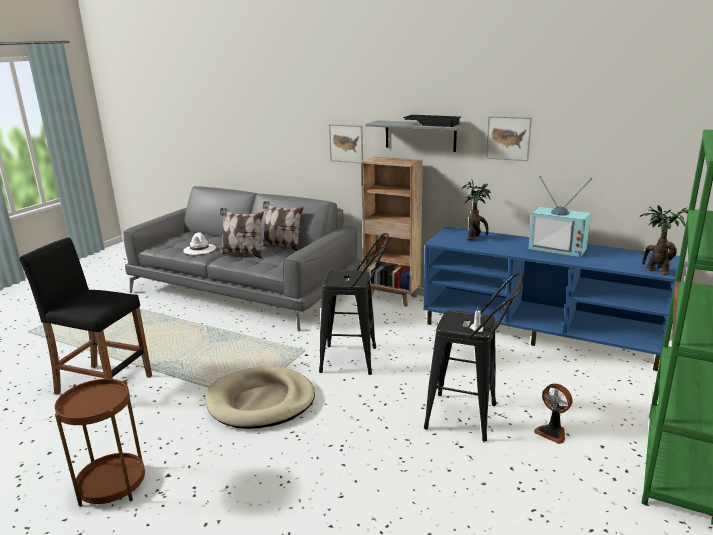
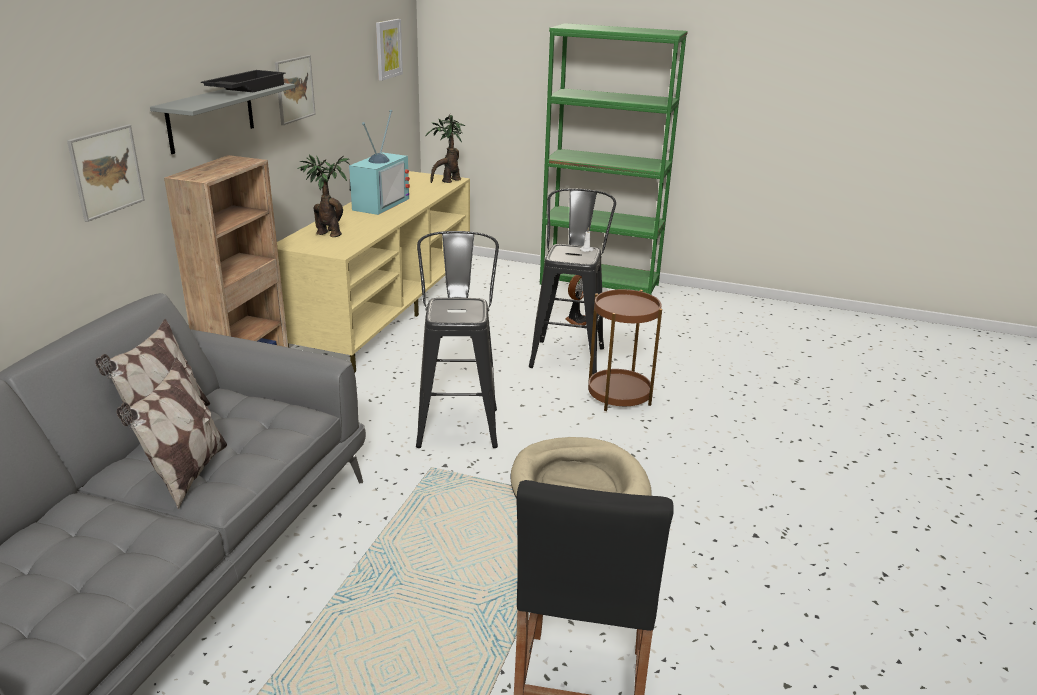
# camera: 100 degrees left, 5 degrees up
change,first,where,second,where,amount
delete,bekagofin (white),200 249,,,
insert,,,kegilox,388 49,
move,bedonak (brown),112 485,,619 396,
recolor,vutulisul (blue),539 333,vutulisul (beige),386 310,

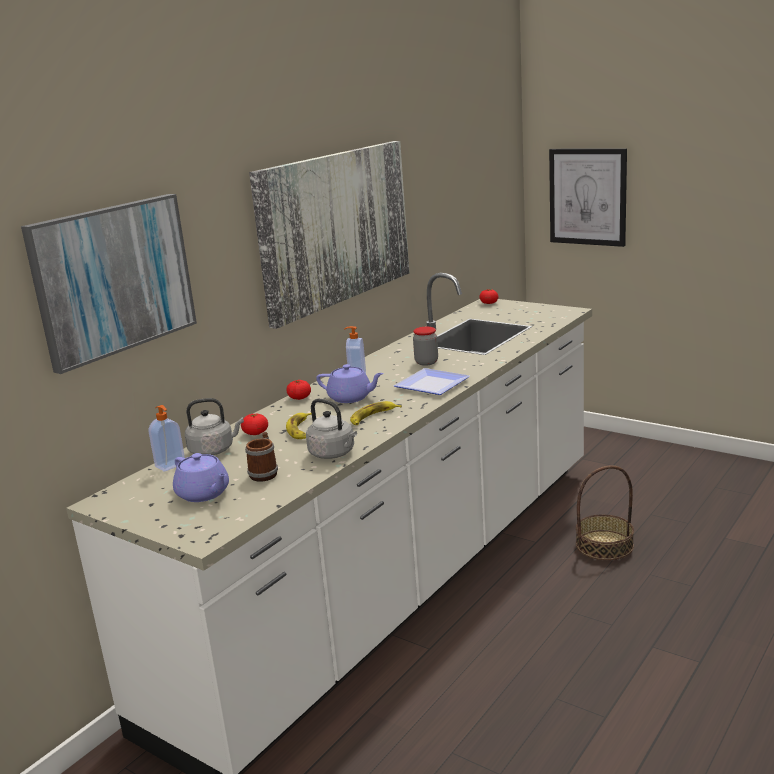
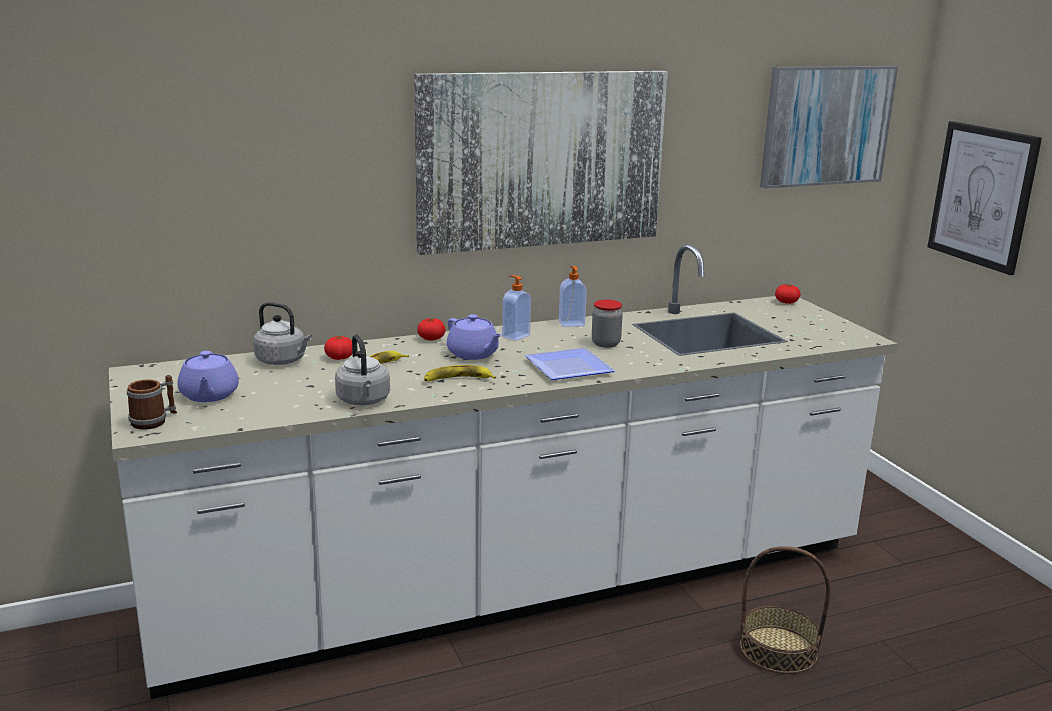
# camera: 30 degrees right, 0 degrees up
change,first,where,second,where,amount
move,kegilox,113 279,,826 125,
move,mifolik,171 465,,572 324,
move,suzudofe,265 473,,154 421,

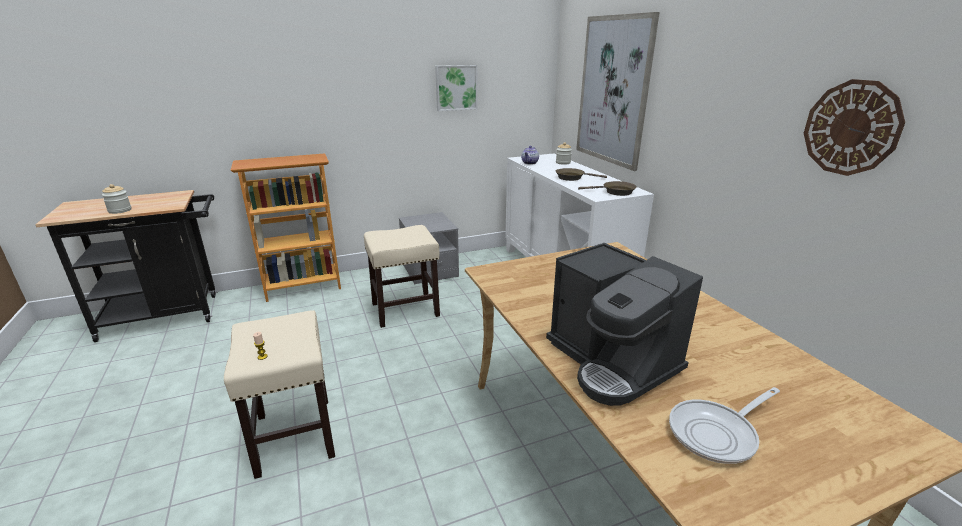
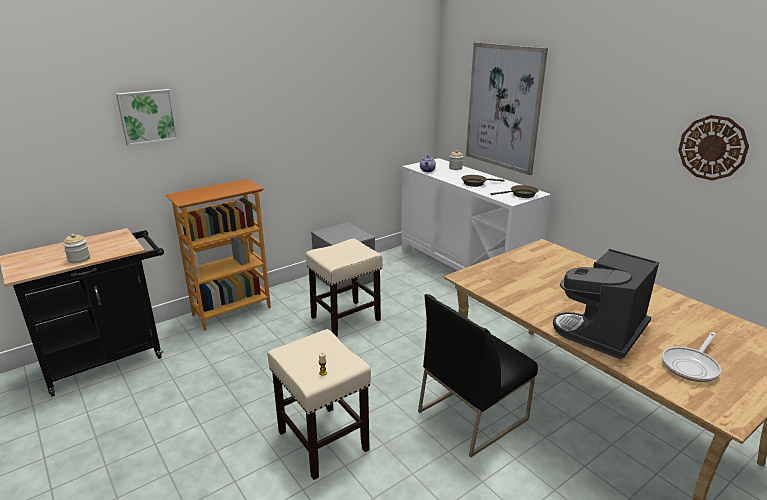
# camera: 15 degrees left, 0 degrees up
change,first,where,second,where,amount
insert,,,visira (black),472 414,
move,kegilox,456 87,,147 116,
rotate,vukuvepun,612 362,,603 332,90 degrees clockwise

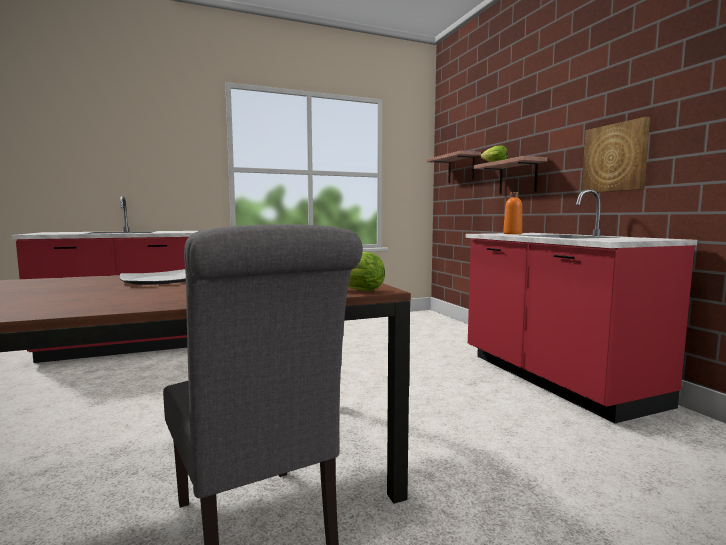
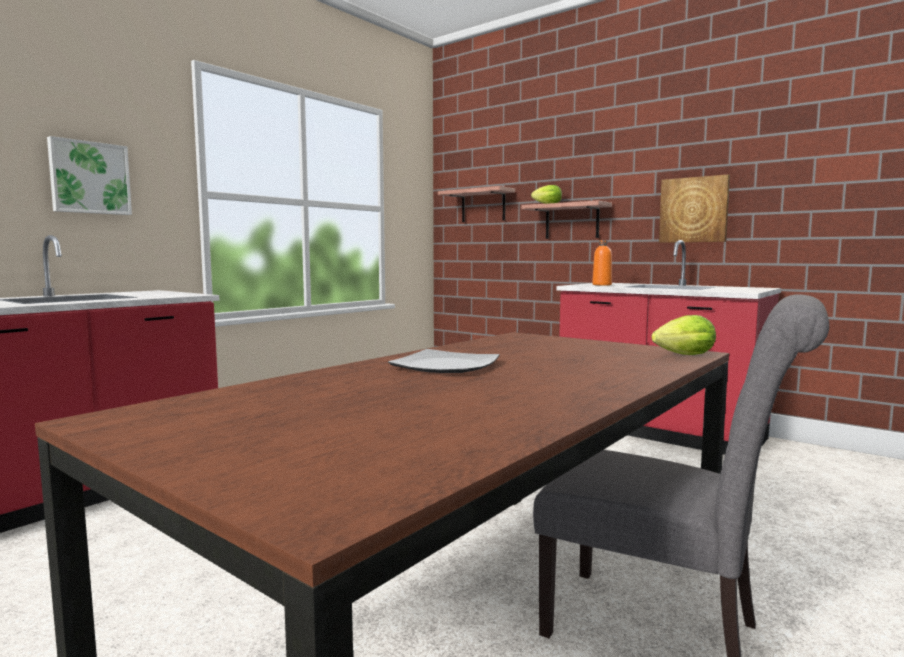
# camera: 30 degrees left, 0 degrees up
change,first,where,second,where,amount
insert,,,kegilox,89 178,

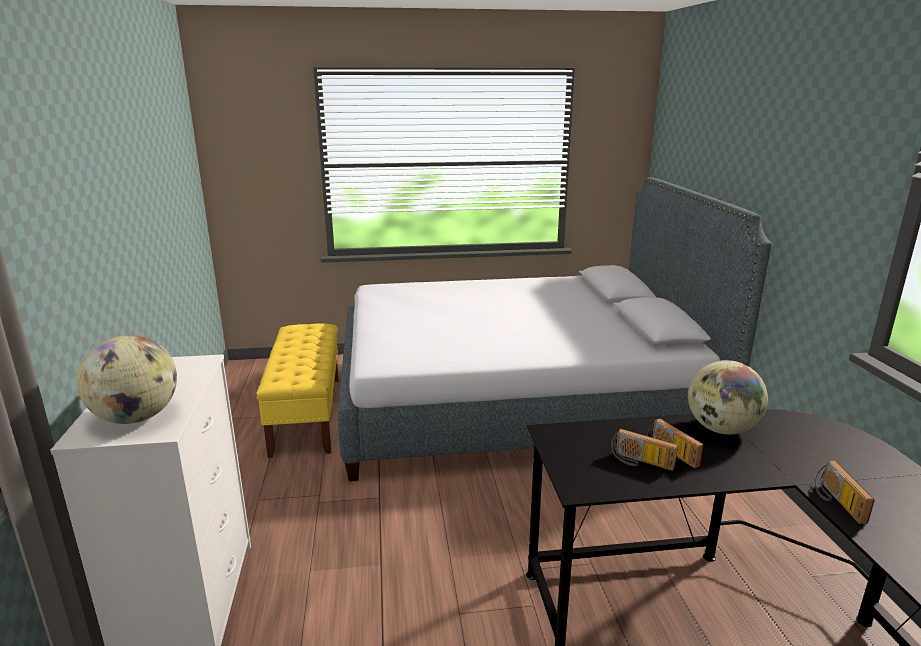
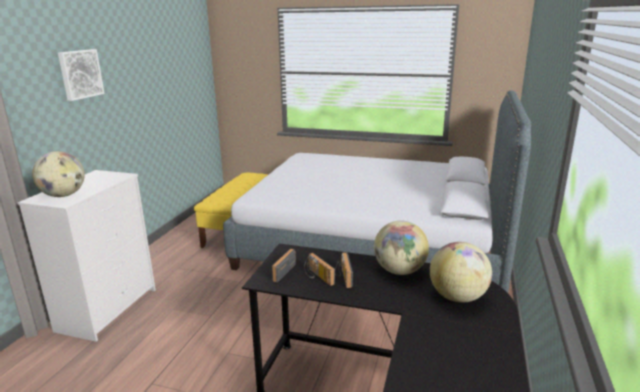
# camera: 25 degrees right, 0 degrees up
change,first,where,second,where,amount
insert,,,kegilox,80 74,
insert,,,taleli,457 297,
move,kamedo,836 501,,281 271,

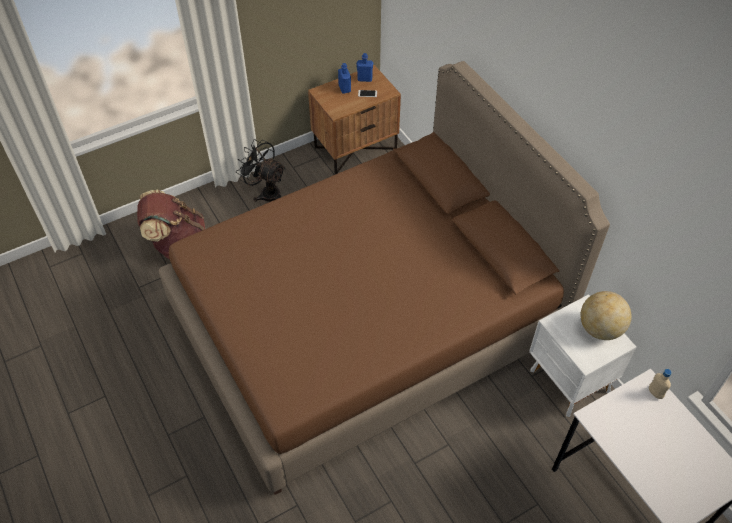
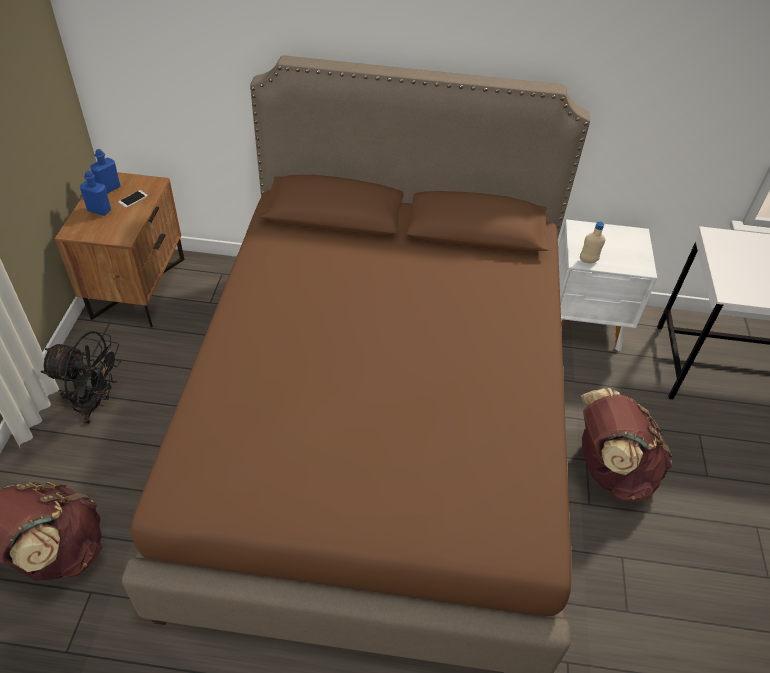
# camera: 55 degrees left, 5 degrees down
change,first,where,second,where,amount
delete,taleli,600 329,,,
insert,,,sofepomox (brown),610 470,
move,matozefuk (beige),655 393,,588 260,
rotate,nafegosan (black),266 193,,95 404,150 degrees counterclockwise

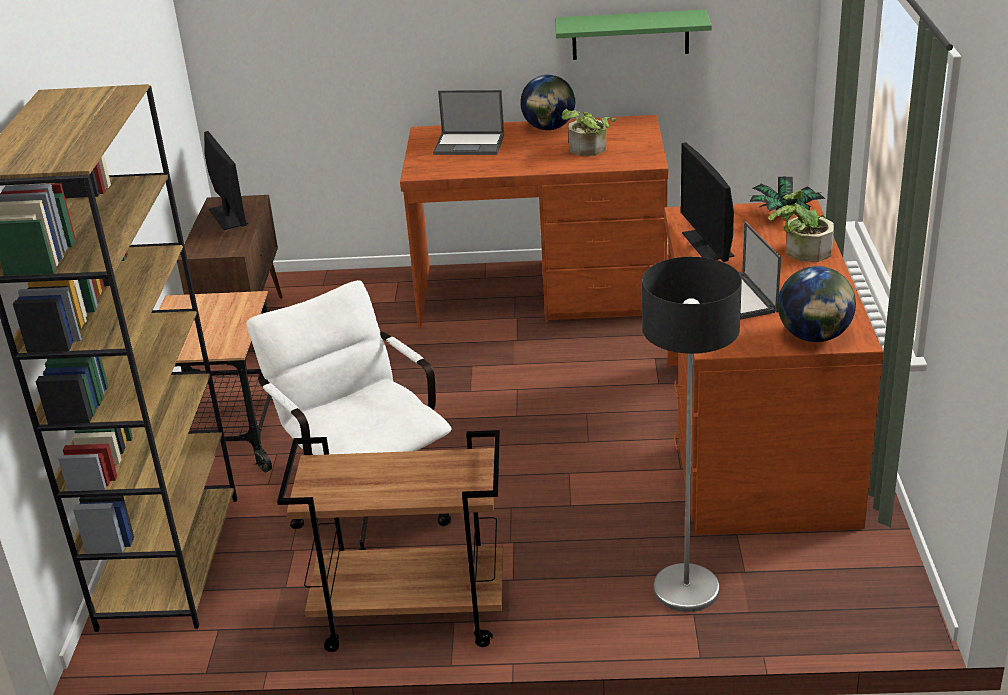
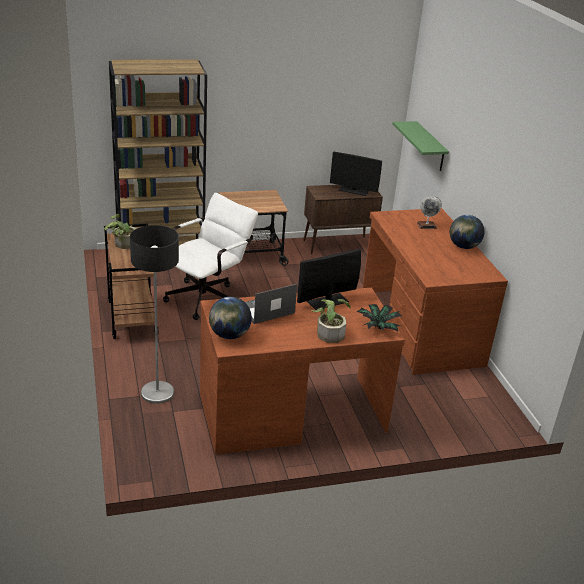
# camera: 70 degrees right, 0 degrees up
change,first,where,second,where,amount
move,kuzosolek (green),630 35,,430 147,
move,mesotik,588 151,,122 244,
replace,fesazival,470 144,taleli,427 225,
rotate,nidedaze,228 216,,353 190,60 degrees clockwise

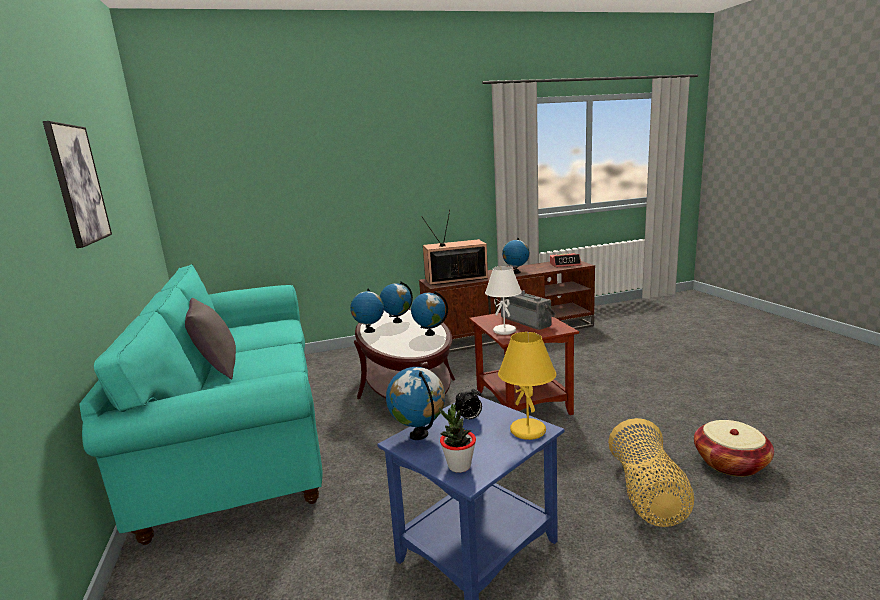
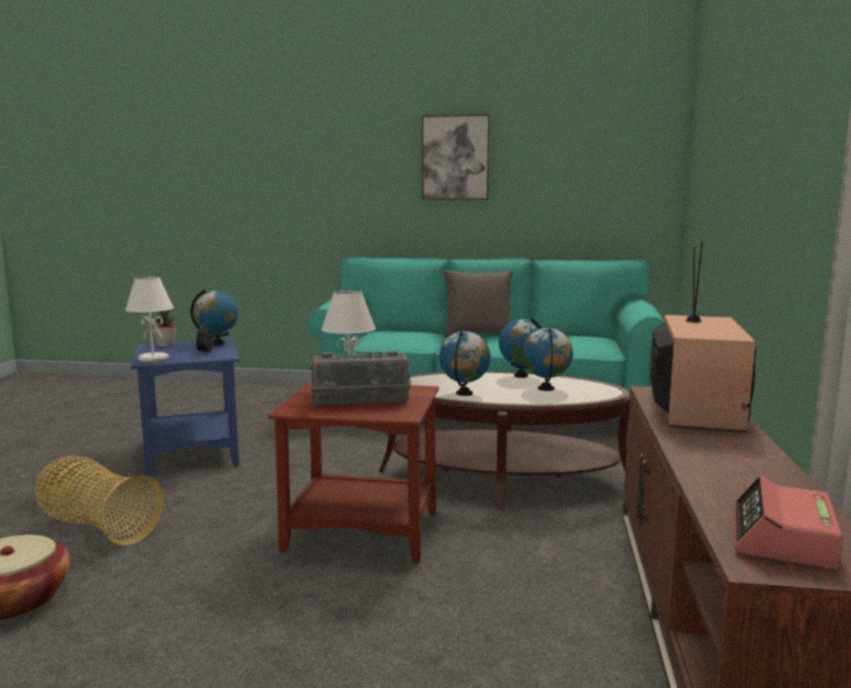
# camera: 115 degrees right, 5 degrees down
change,first,where,second,where,amount
delete,taleli,516 272,,,
recolor,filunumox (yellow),528 431,filunumox (white),152 359,

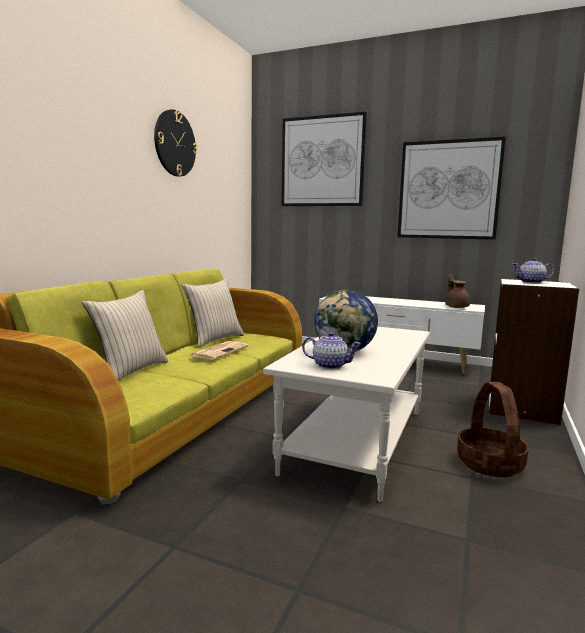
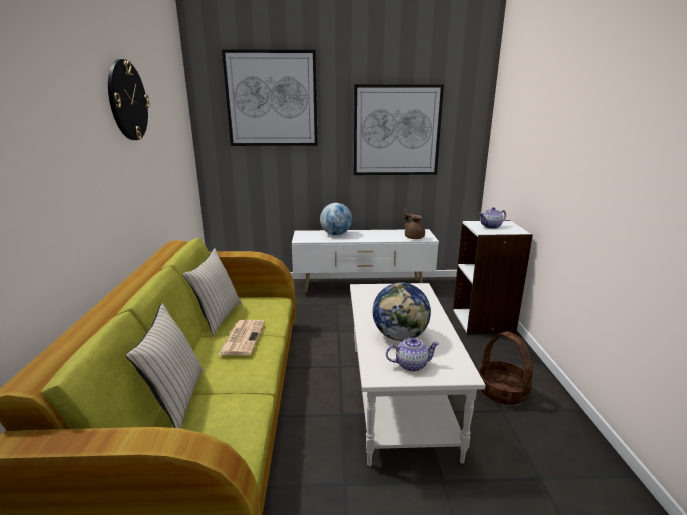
# camera: 25 degrees left, 10 degrees up
change,first,where,second,where,amount
insert,,,taleli,336 234,

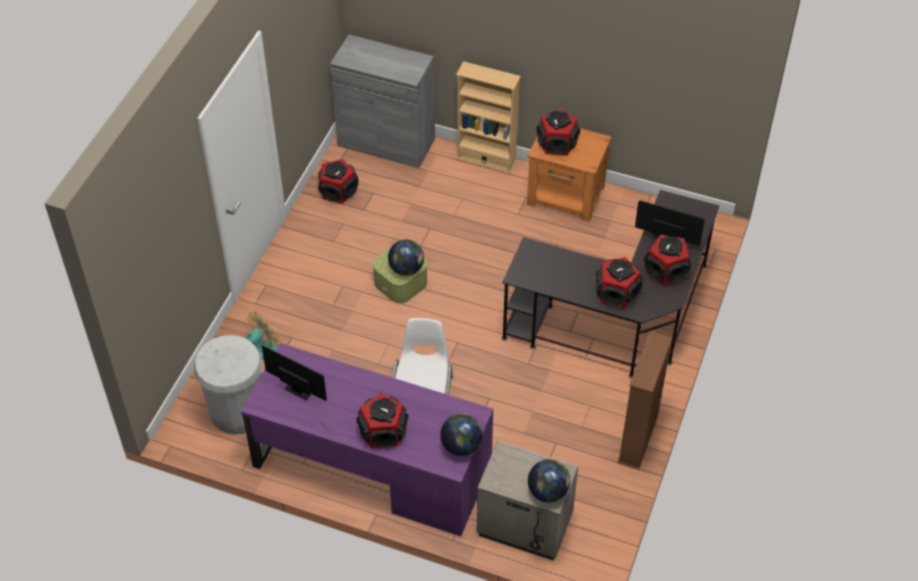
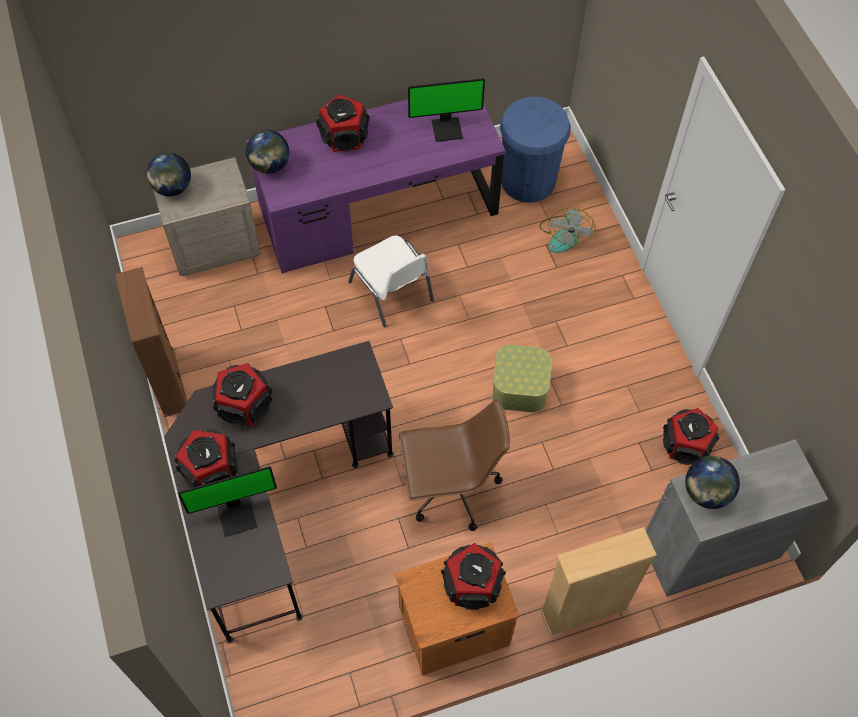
# camera: 140 degrees right, 10 degrees up
change,first,where,second,where,amount
insert,,,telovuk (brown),450 489,
move,taleli,406 269,,706 492,
recolor,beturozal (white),237 412,beturozal (blue),528 180,

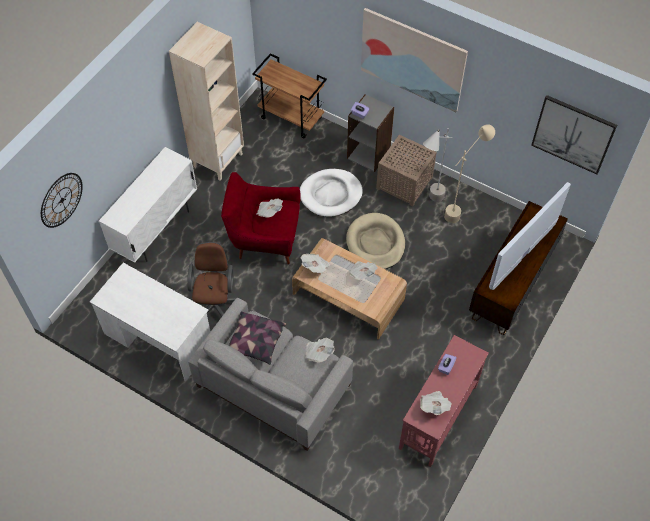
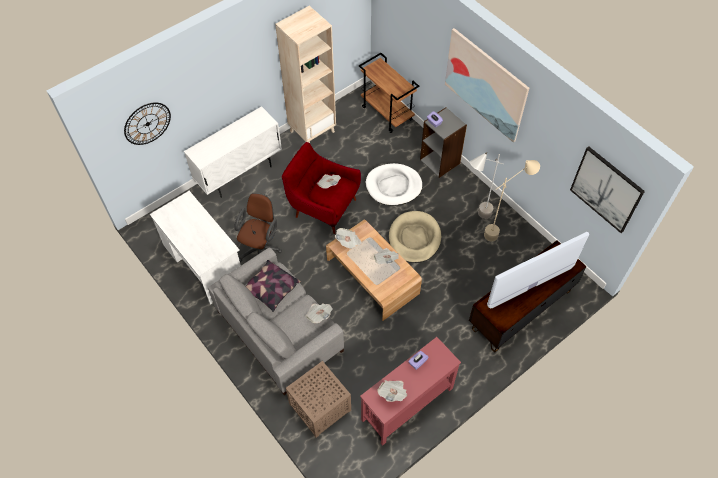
# camera: 20 degrees right, 0 degrees up
change,first,where,second,where,amount
move,bedonak (brown),403 183,,319 407,

